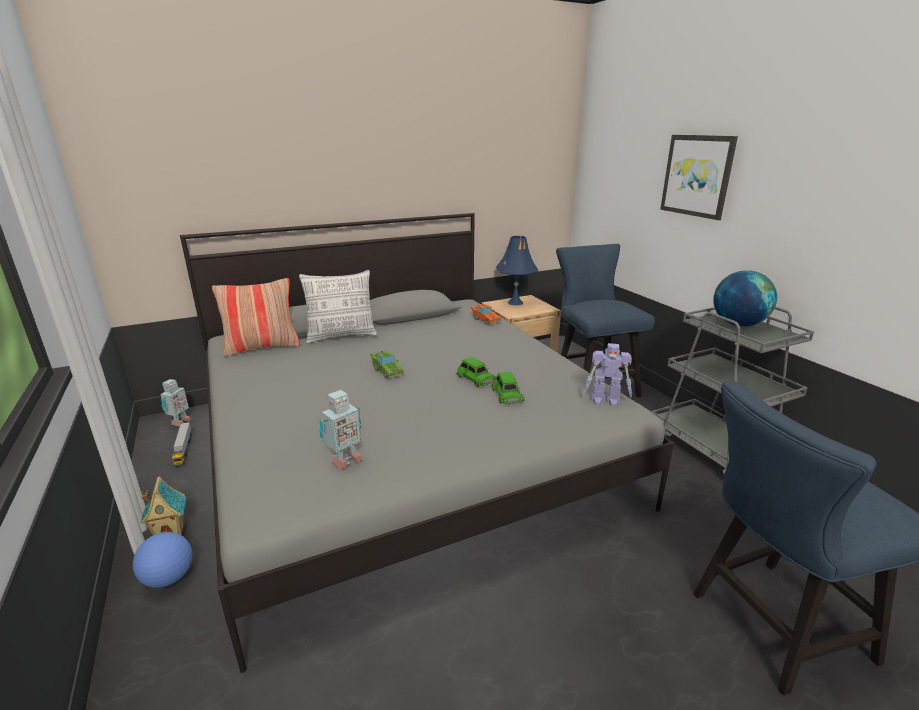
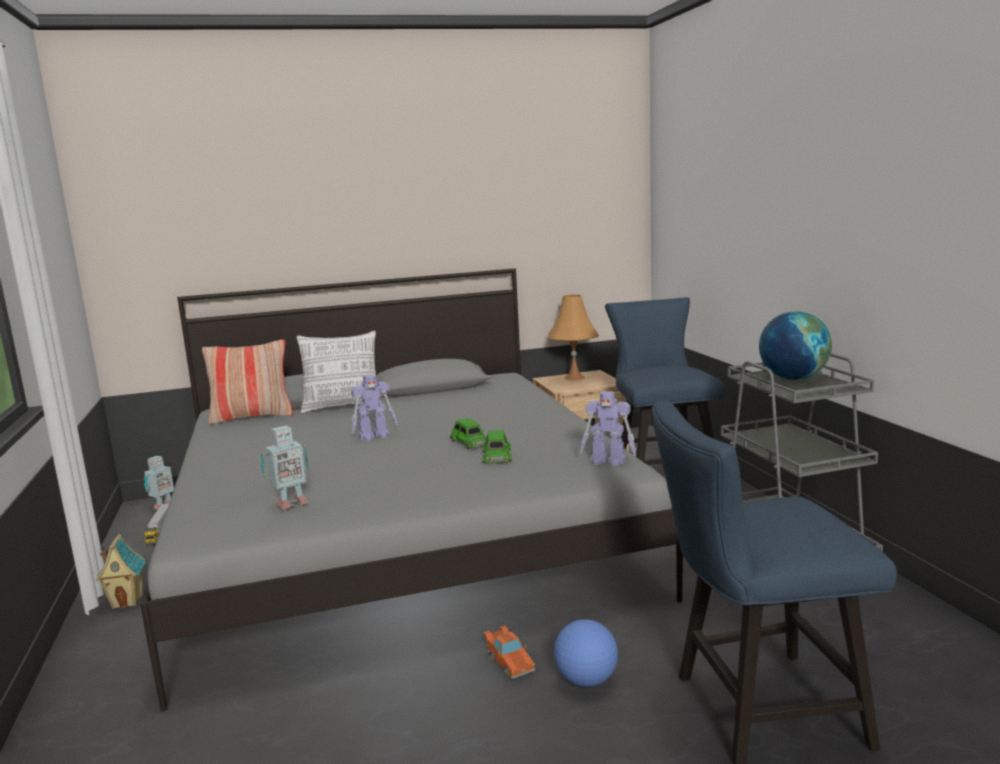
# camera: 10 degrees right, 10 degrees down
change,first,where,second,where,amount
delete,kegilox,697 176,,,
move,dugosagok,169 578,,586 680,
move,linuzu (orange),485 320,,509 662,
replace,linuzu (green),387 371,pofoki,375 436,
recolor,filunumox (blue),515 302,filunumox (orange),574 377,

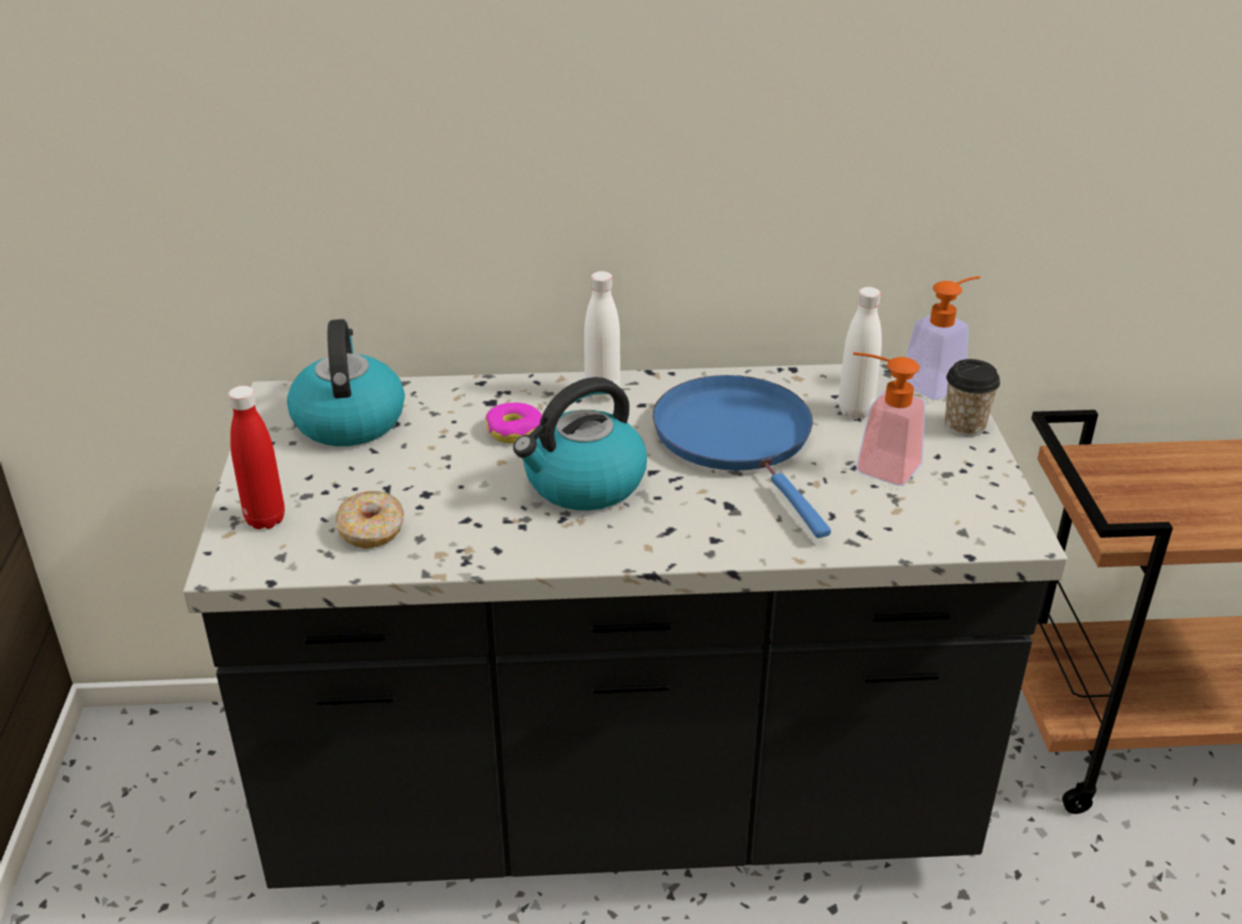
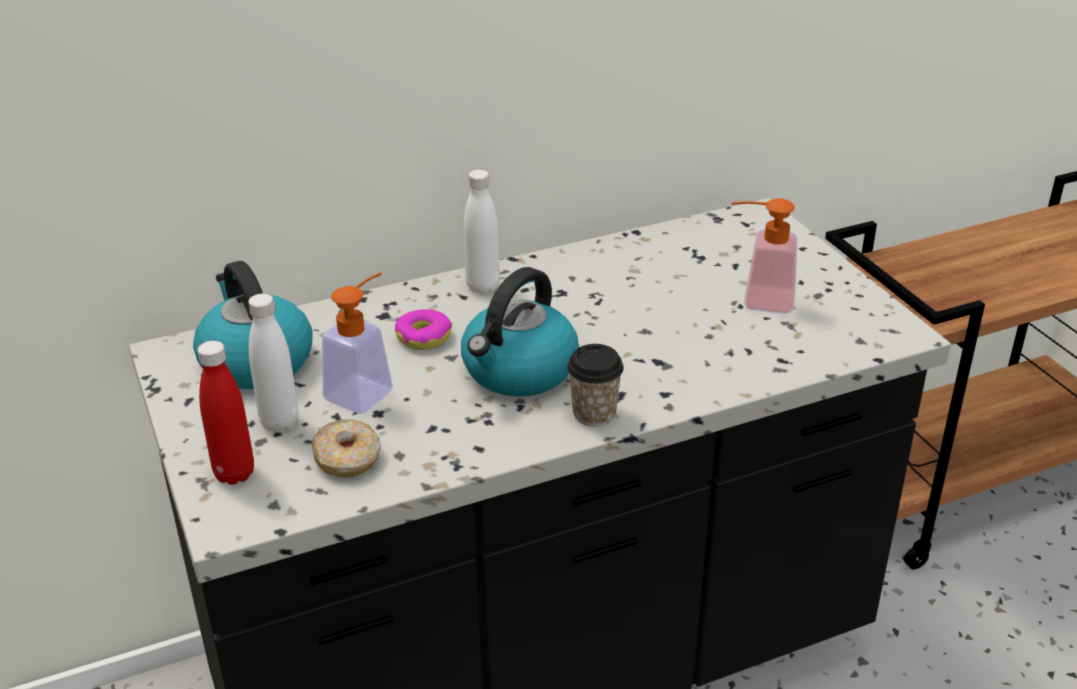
# camera: 20 degrees left, 0 degrees up
change,first,where,second,where,amount
delete,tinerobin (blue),738 439,,,
move,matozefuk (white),855 411,,280 422,
move,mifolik,939 382,,366 389,
move,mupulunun,964 426,,594 414,

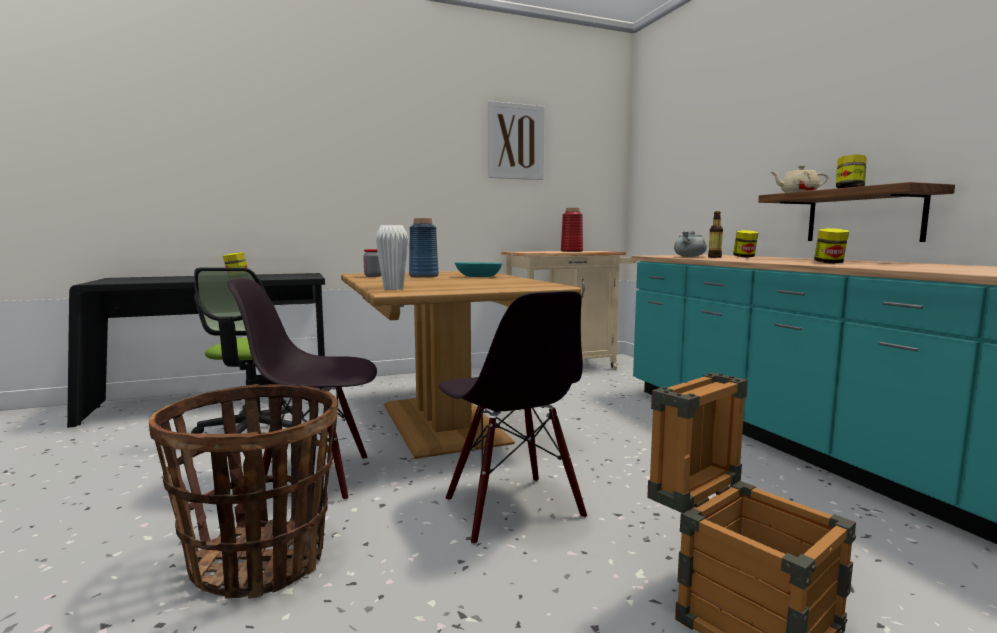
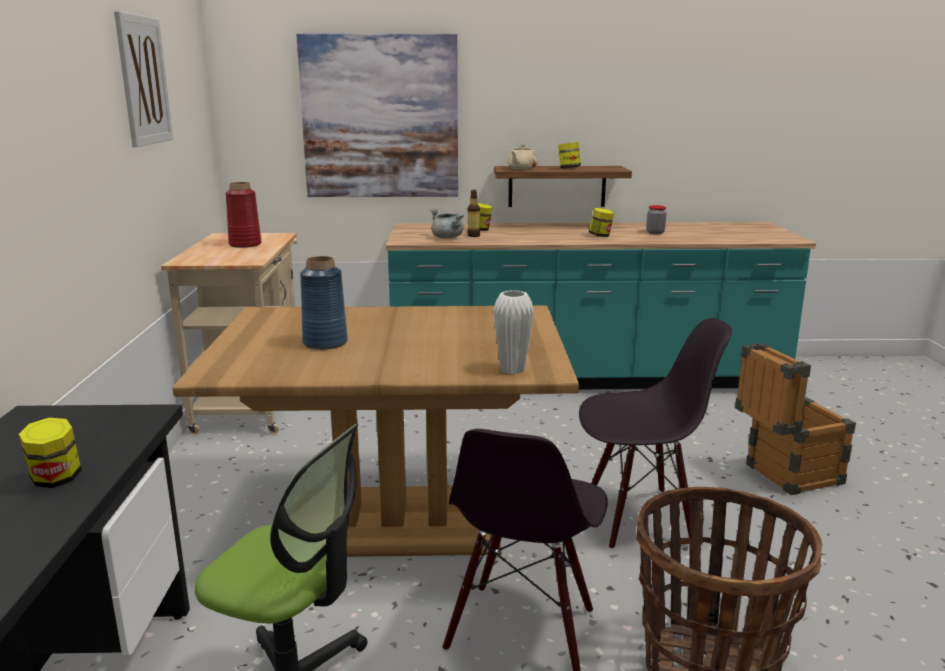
# camera: 70 degrees left, 10 degrees up
change,first,where,second,where,amount
delete,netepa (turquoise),478 276,,,
insert,,,kegilox,380 117,
move,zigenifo,373 276,,655 233,

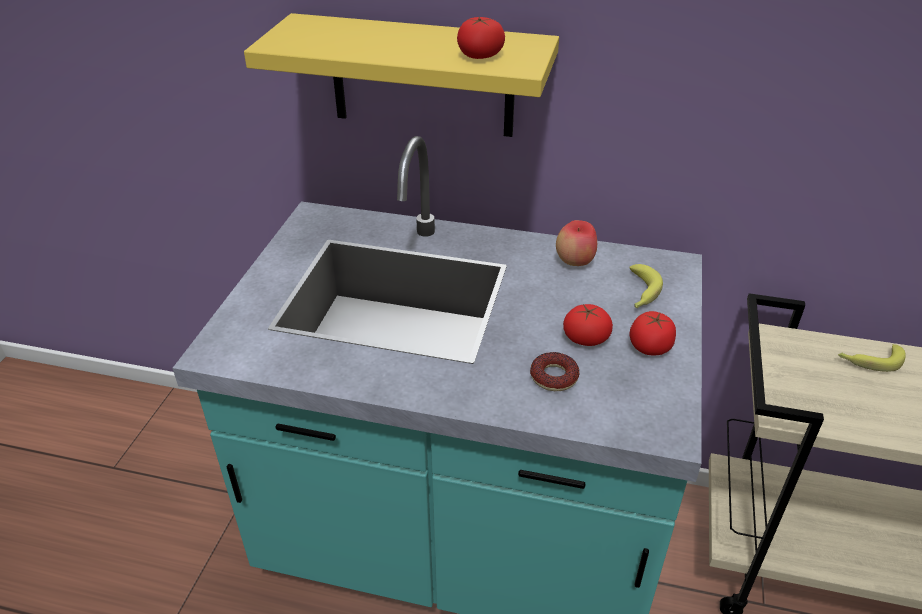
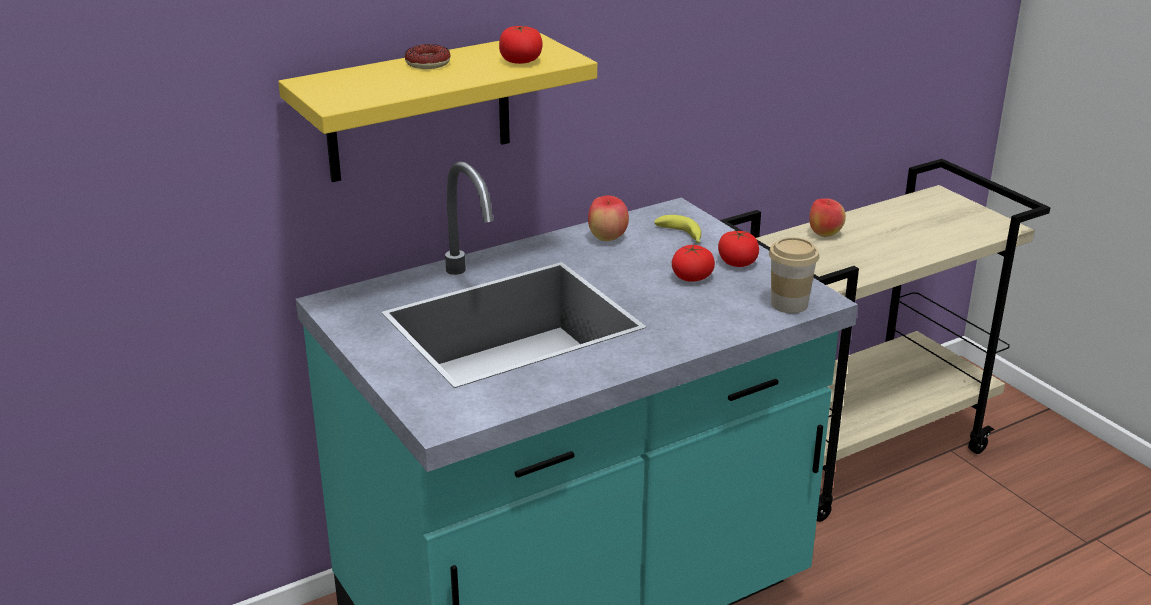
# camera: 45 degrees left, 10 degrees down
change,first,where,second,where,amount
insert,,,mupulunun,789 304,
move,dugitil,554 377,,427 63,
replace,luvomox,869 361,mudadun,824 234,

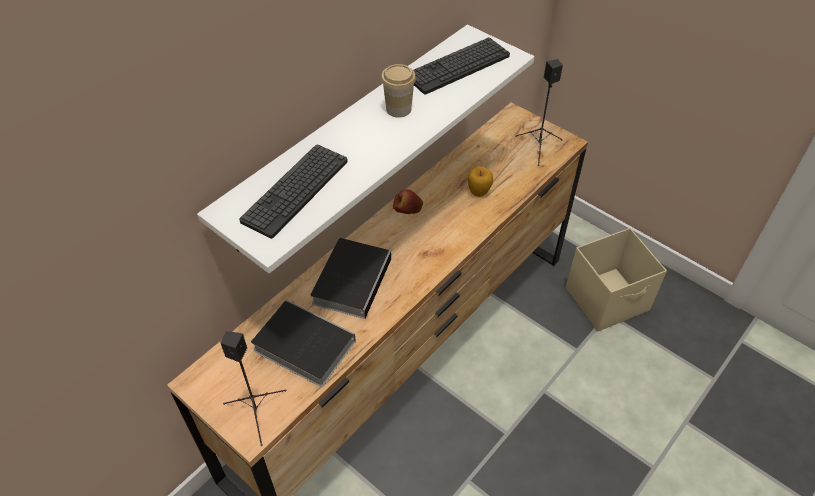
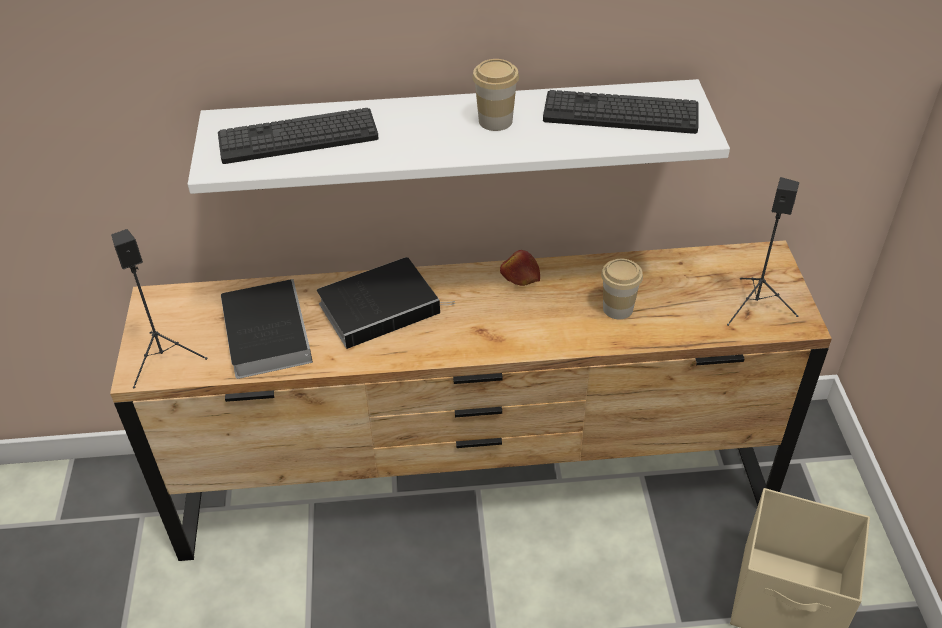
# camera: 45 degrees right, 5 degrees down
change,first,where,second,where,amount
replace,mudadun,478 192,mupulunun,618 308,

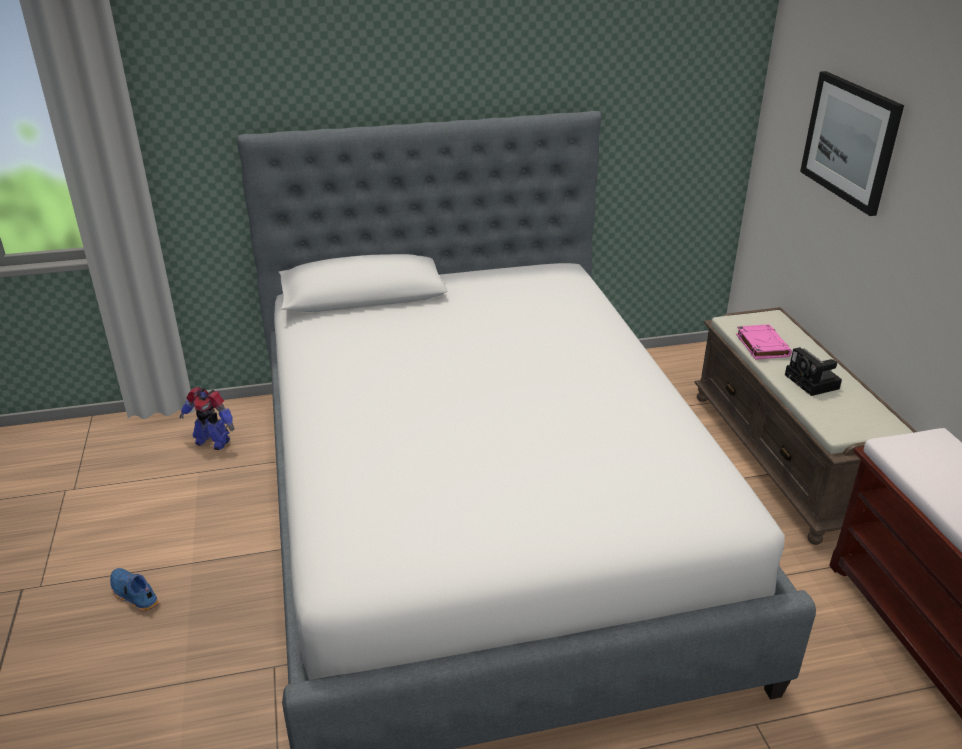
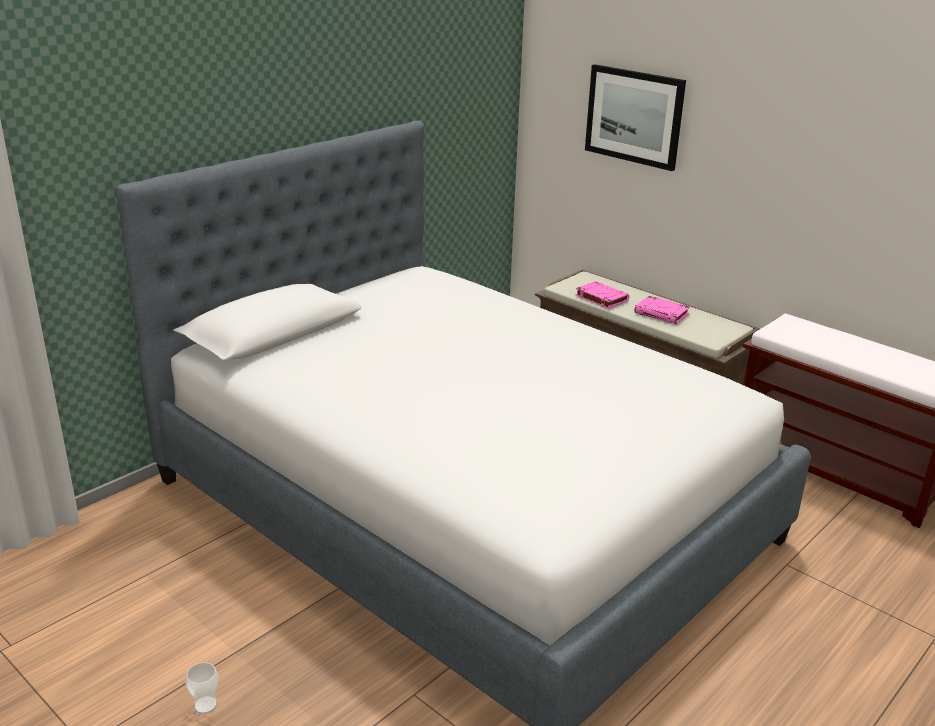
# camera: 35 degrees left, 5 degrees down
change,first,where,second,where,amount
delete,pofoki,212 441,,,
replace,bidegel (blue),133 595,mupulunun,205 705,
replace,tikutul,813 383,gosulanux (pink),662 314,

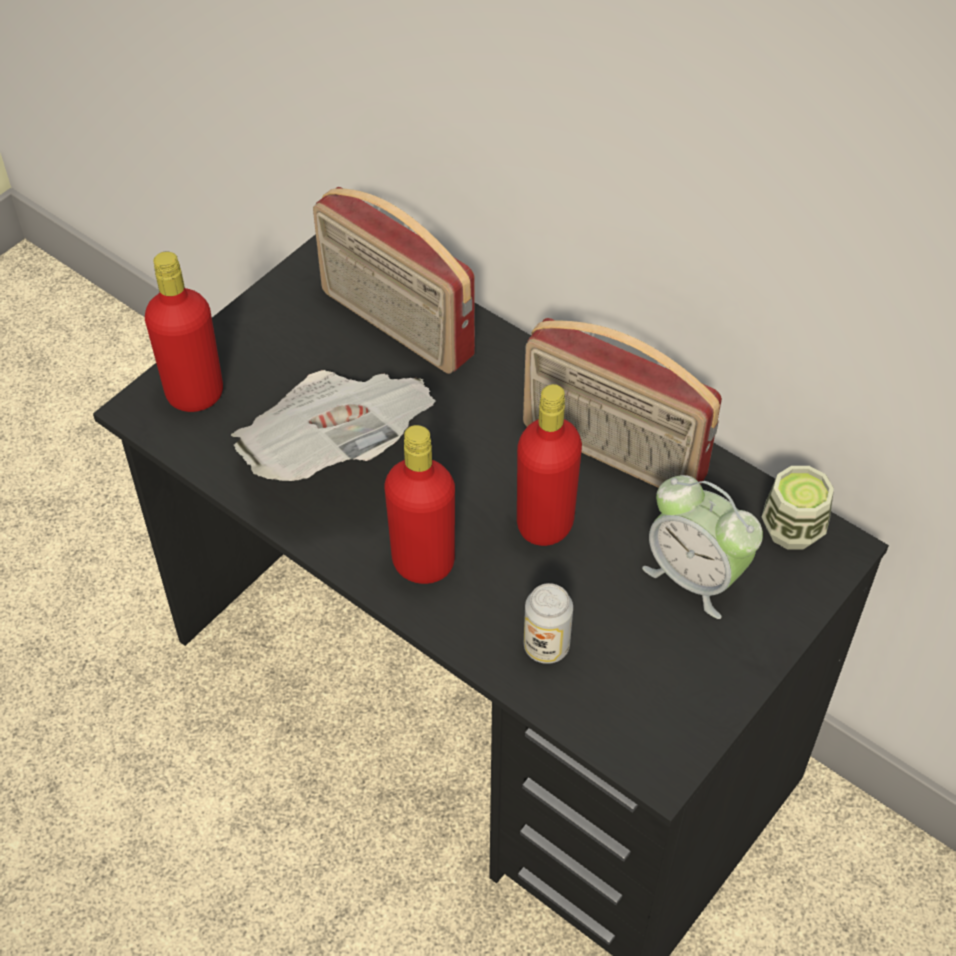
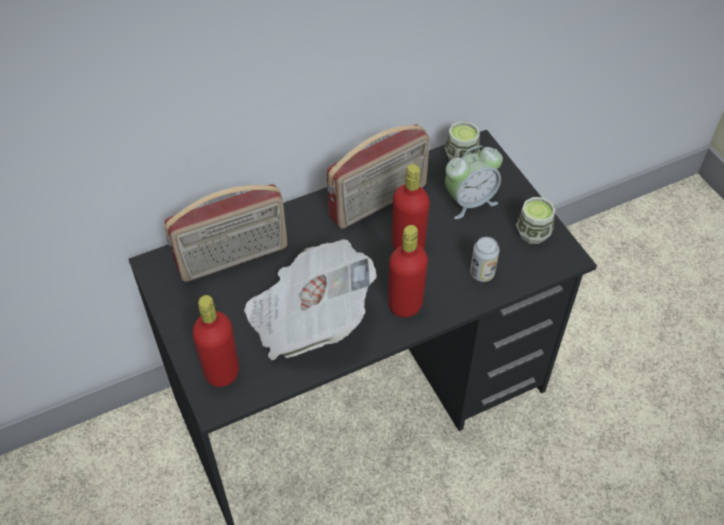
# camera: 65 degrees left, 0 degrees up
change,first,where,second,where,amount
insert,,,mupulunun,533 233,

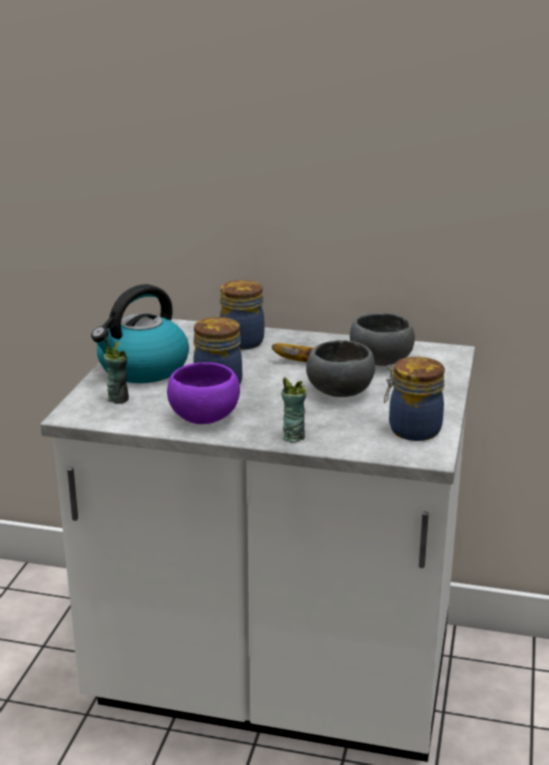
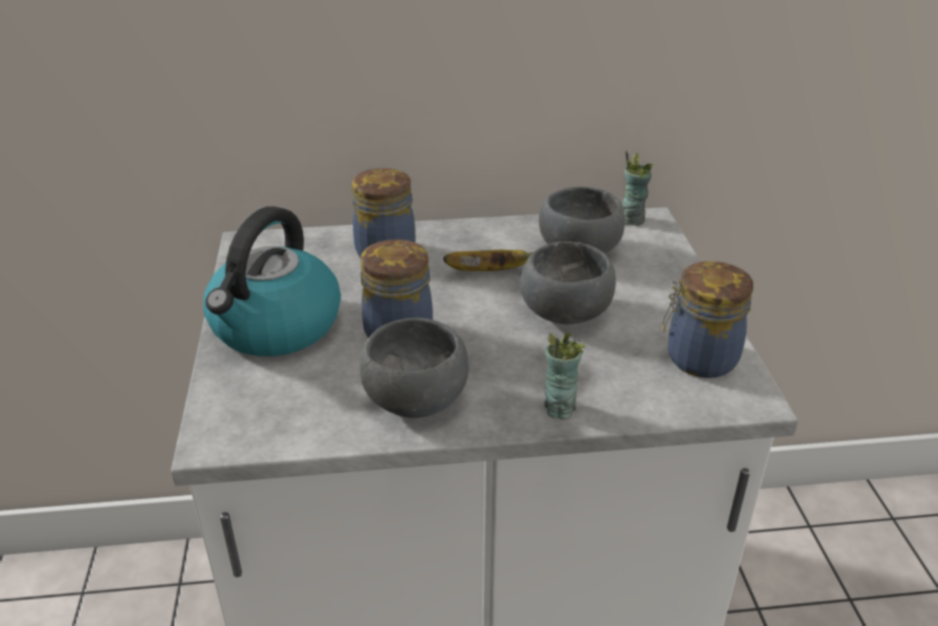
# camera: 20 degrees left, 10 degrees up
change,first,where,second,where,amount
move,mupulunun,118 399,,632 219,
recolor,netepa (purple),204 416,netepa (grey),414 398,

